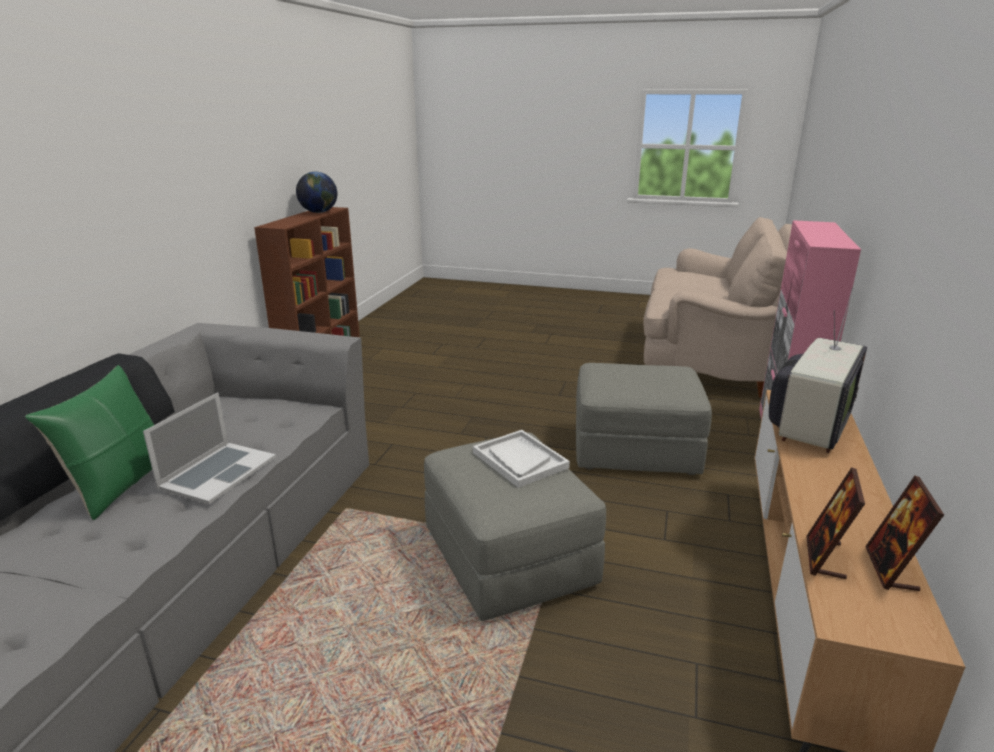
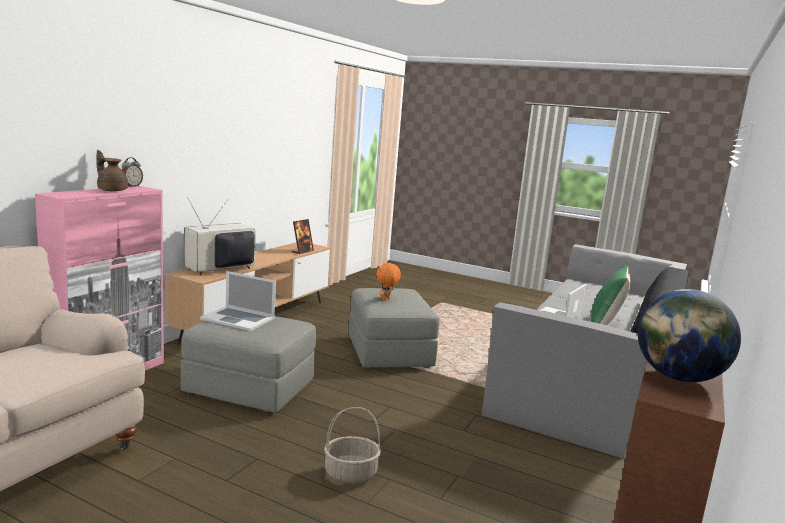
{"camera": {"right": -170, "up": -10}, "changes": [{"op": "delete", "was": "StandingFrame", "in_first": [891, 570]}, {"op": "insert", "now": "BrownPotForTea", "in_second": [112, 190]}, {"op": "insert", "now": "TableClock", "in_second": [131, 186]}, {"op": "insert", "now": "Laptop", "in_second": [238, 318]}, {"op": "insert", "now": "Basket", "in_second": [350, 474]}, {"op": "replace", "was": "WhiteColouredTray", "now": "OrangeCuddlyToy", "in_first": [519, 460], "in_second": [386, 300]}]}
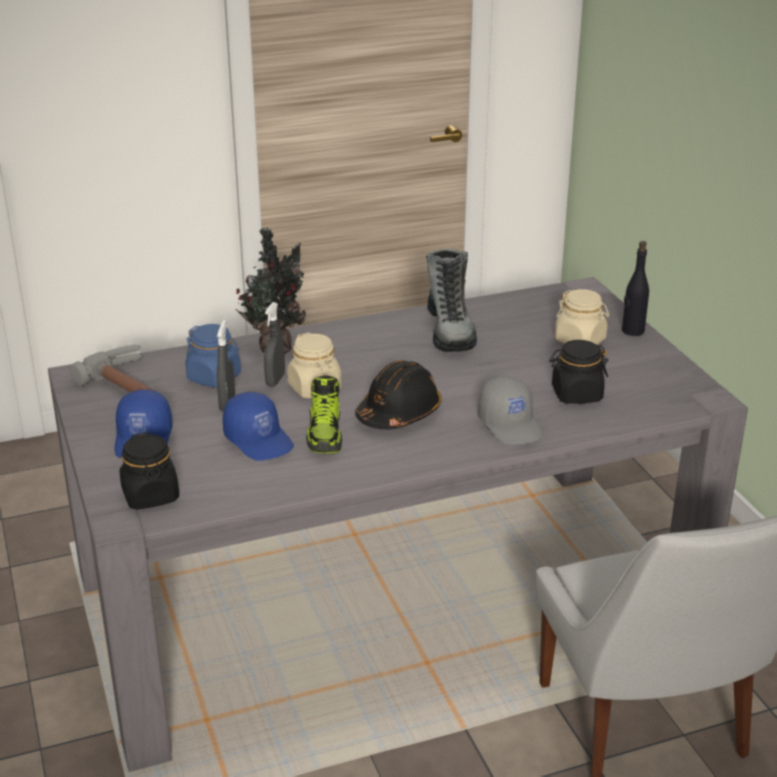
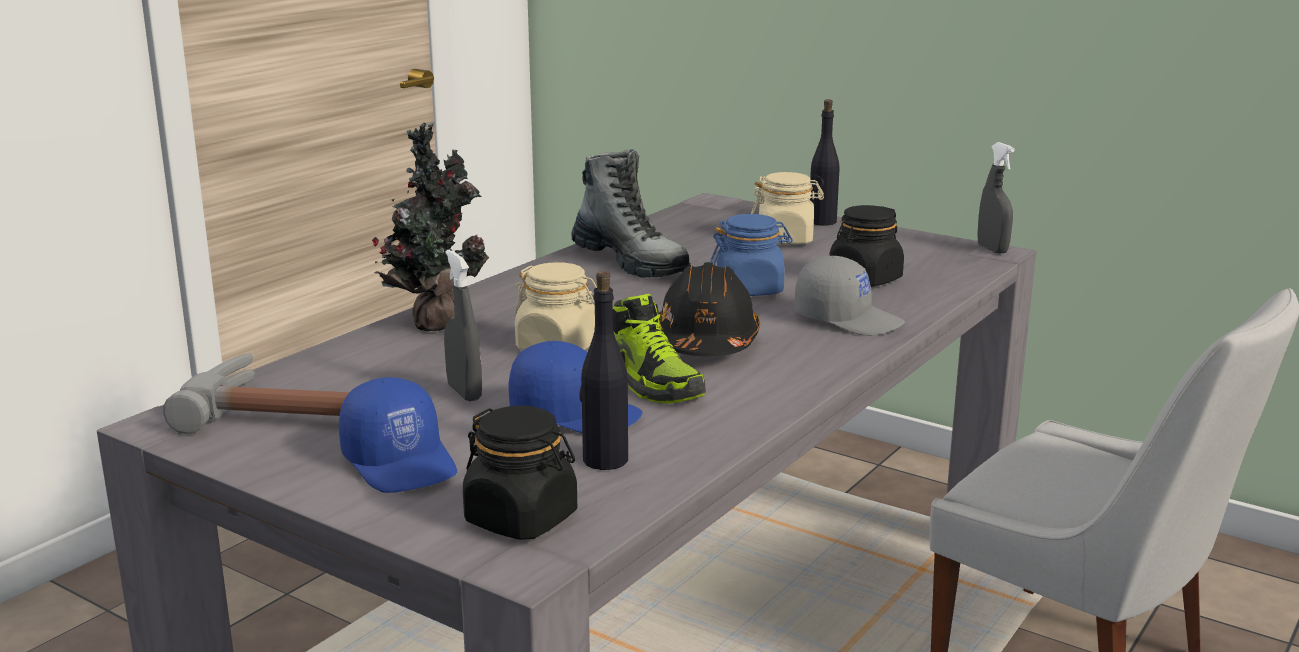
{"camera": {"right": -35, "up": -10}, "changes": [{"op": "insert", "now": "BlackDrinkBottle", "in_second": [604, 460]}, {"op": "move", "was": "BlueColouredStorageJar", "in_first": [214, 377], "in_second": [750, 289]}, {"op": "move", "was": "GreyishSprayer", "in_first": [275, 380], "in_second": [992, 249]}]}
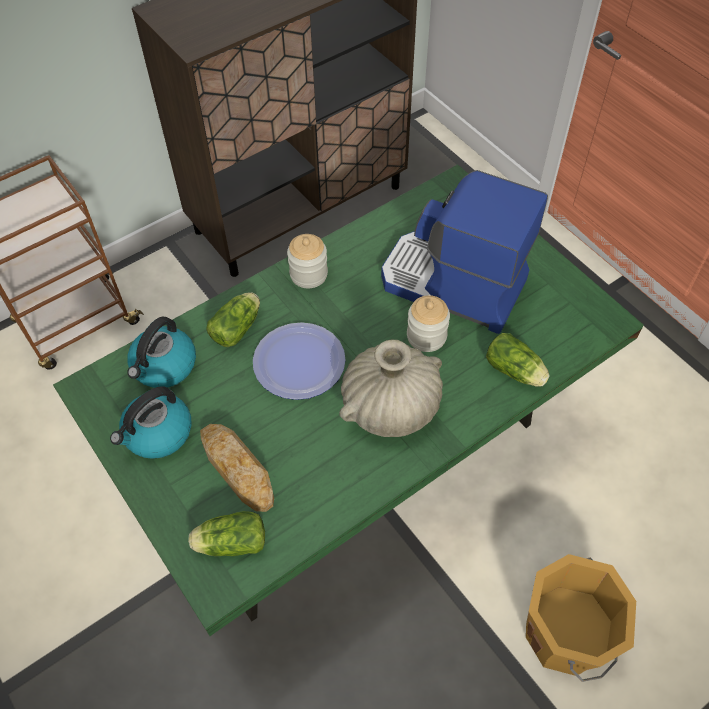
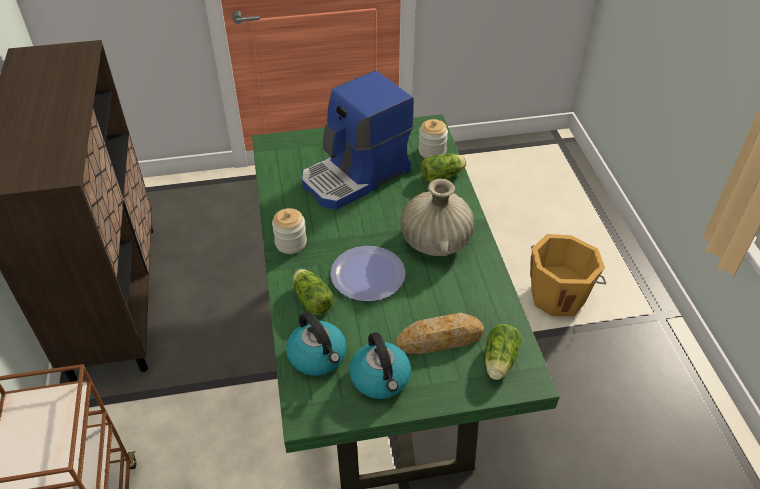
{"camera": {"right": -65, "up": -10}, "changes": [{"op": "move", "was": "StorageJar", "in_first": [426, 336], "in_second": [432, 151]}]}
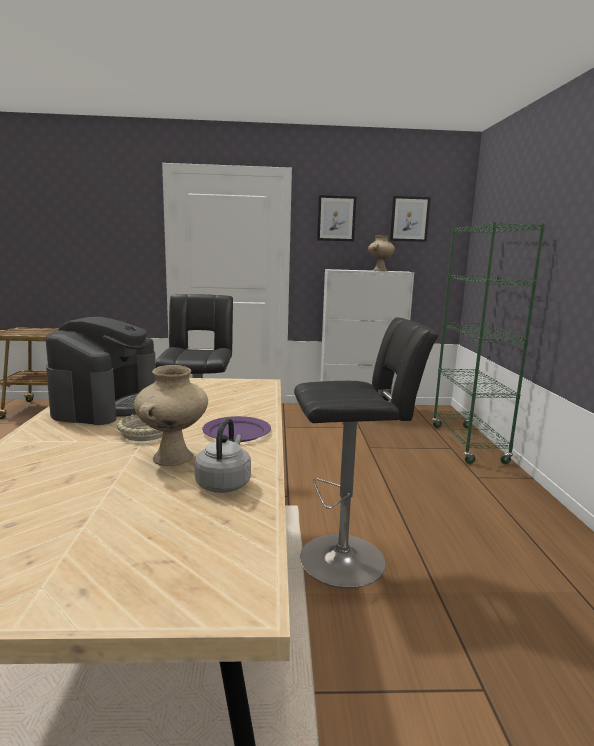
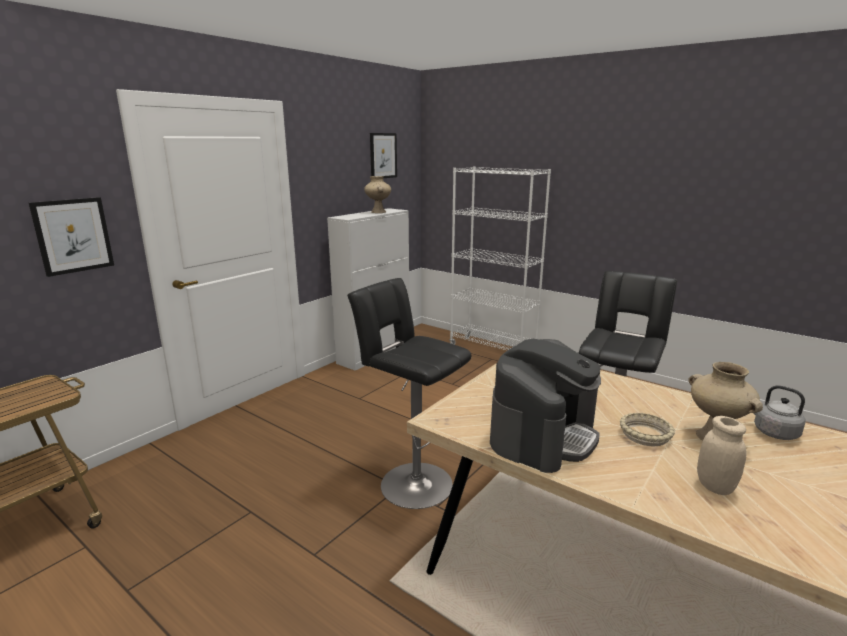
{"camera": {"right": -50, "up": 5}, "changes": [{"op": "delete", "was": "PurpleDinnerPlate", "in_first": [237, 432]}, {"op": "insert", "now": "BeigeColouredStorageJar", "in_second": [715, 486]}, {"op": "move", "was": "WallPicture", "in_first": [336, 218], "in_second": [73, 235]}, {"op": "recolor", "was": "GreenShelvingUnit", "now": "WhiteColouredShelvingUnit", "in_first": [468, 444], "in_second": [492, 351]}, {"op": "rotate", "was": "CoffeeMachine", "in_first": [107, 405], "in_second": [543, 435], "clockwise": 75}]}
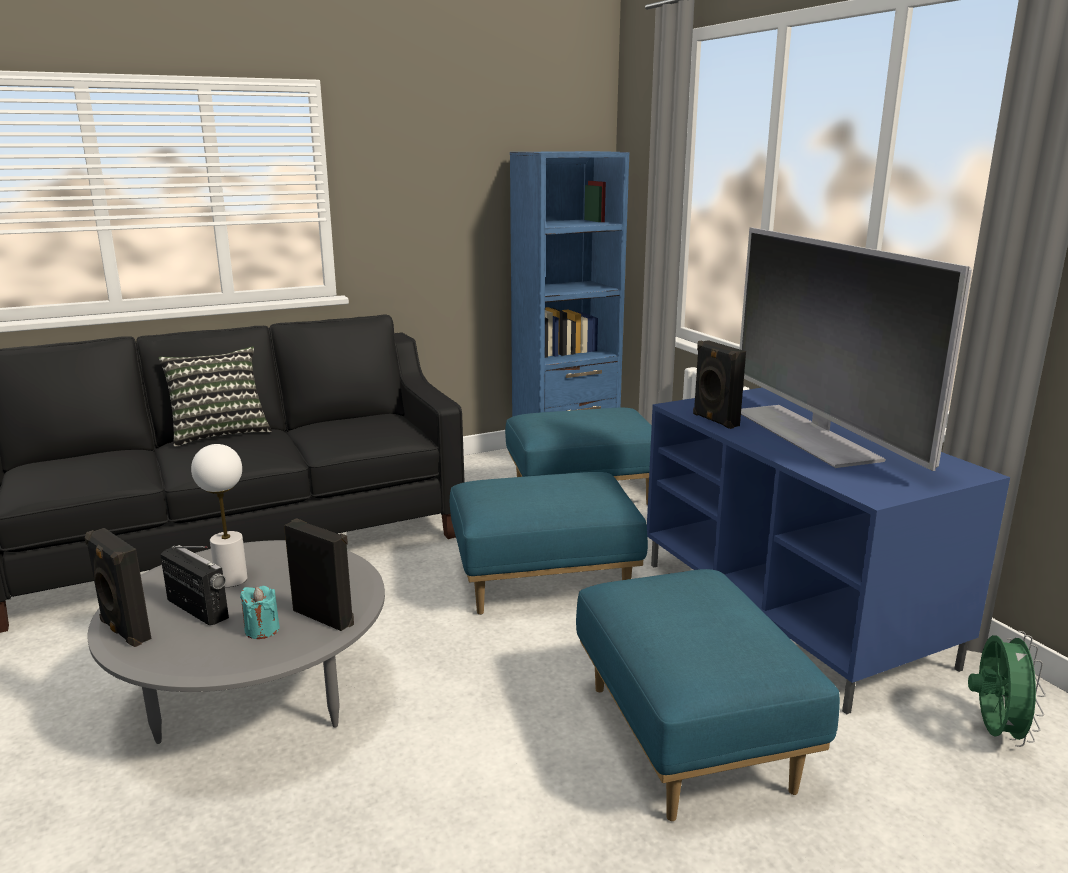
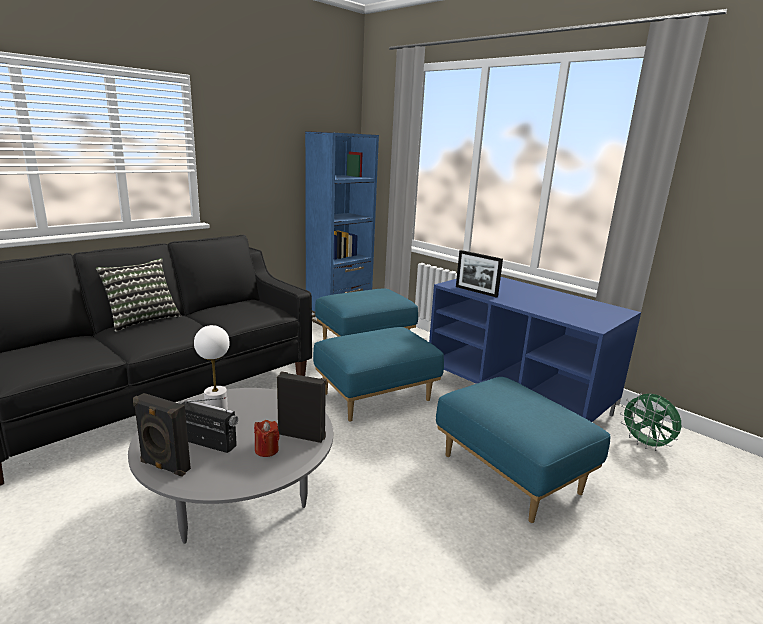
{"camera": {"right": -20, "up": 0}, "changes": [{"op": "delete", "was": "Television", "in_first": [807, 434]}, {"op": "replace", "was": "BlackLoudspeaker", "now": "StandingFrame", "in_first": [714, 420], "in_second": [476, 291]}, {"op": "recolor", "was": "TurquoiseWaxLight", "now": "ReddishWaxLight", "in_first": [262, 630], "in_second": [266, 450]}, {"op": "rotate", "was": "GreenFan", "in_first": [994, 732], "in_second": [645, 444], "clockwise": 150}]}
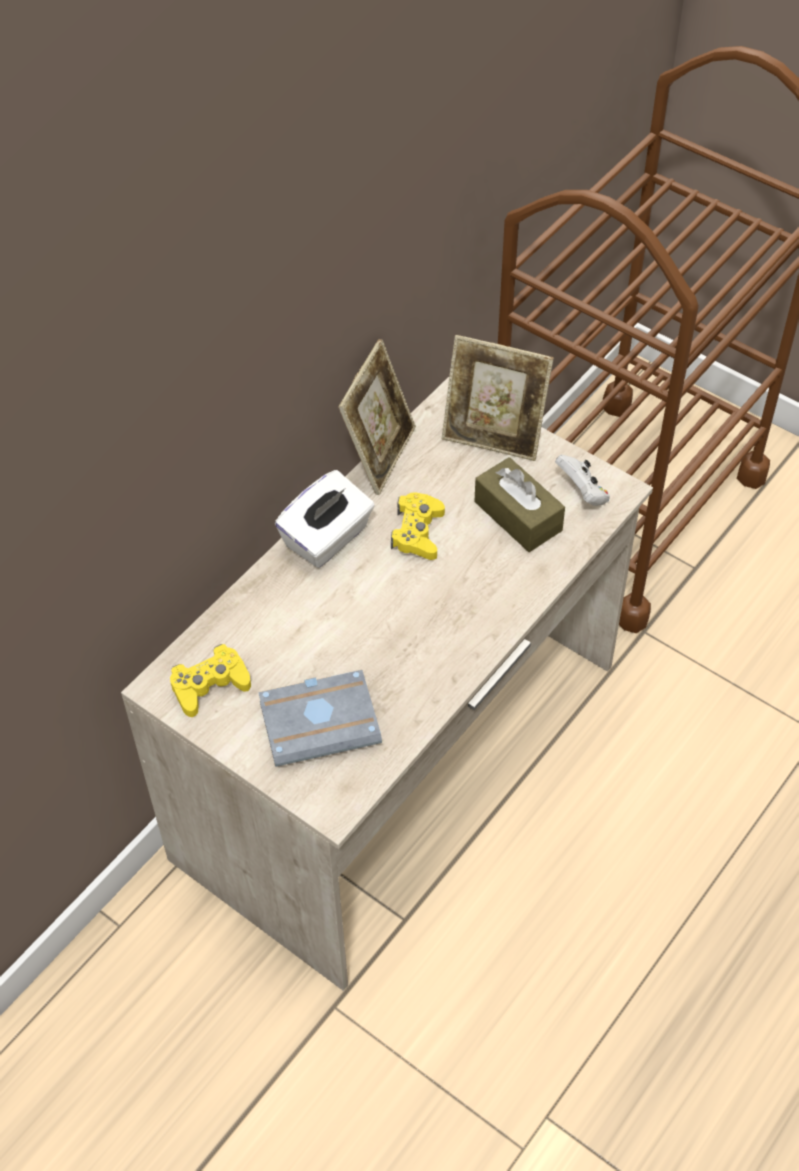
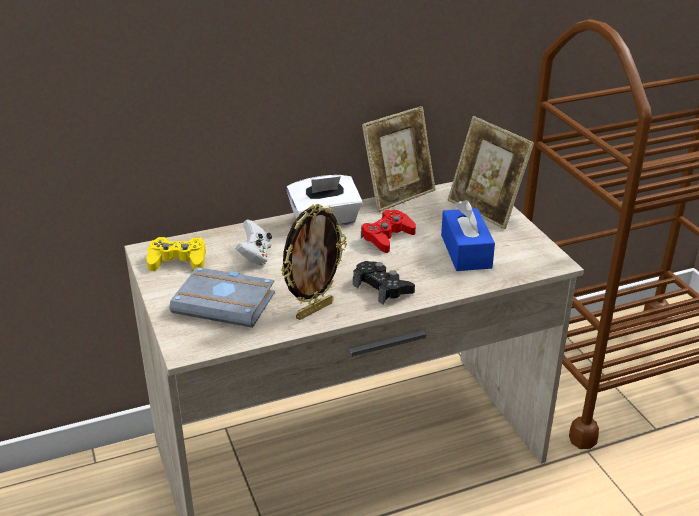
{"camera": {"right": 30, "up": -20}, "changes": [{"op": "insert", "now": "StandingFrame", "in_second": [314, 310]}, {"op": "insert", "now": "BlackGameController", "in_second": [382, 288]}, {"op": "move", "was": "WhiteColouredGameController", "in_first": [582, 493], "in_second": [255, 256]}, {"op": "recolor", "was": "YellowColouredGameController", "now": "ReddishGameController", "in_first": [417, 532], "in_second": [387, 237]}, {"op": "recolor", "was": "BrownBoxOfTissues", "now": "BlueColouredBoxOfTissues", "in_first": [518, 516], "in_second": [466, 251]}]}
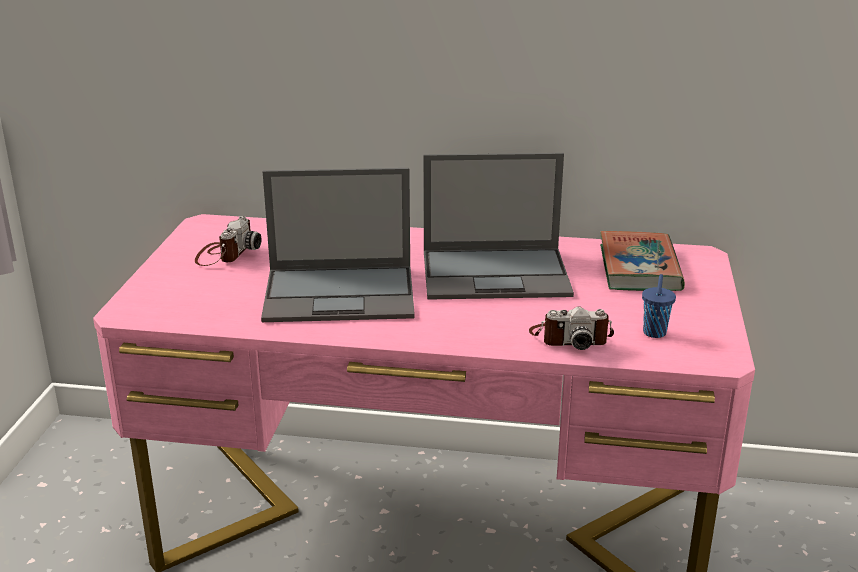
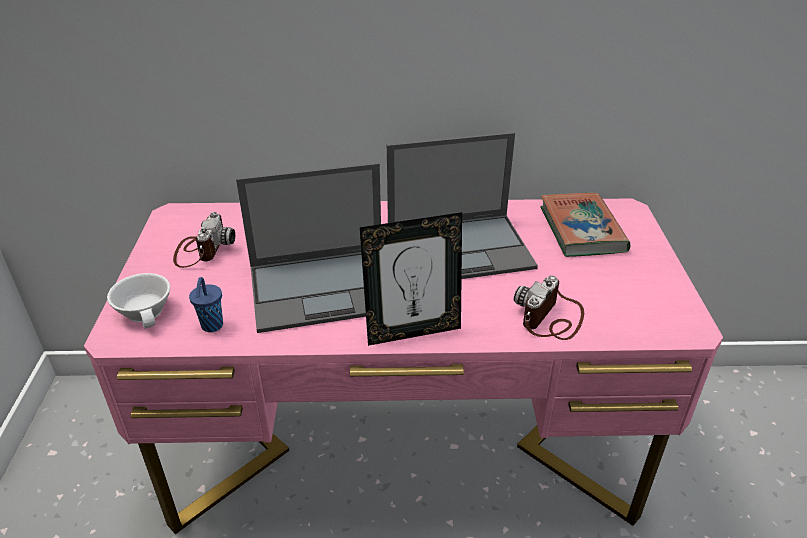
{"camera": {"right": -10, "up": 10}, "changes": [{"op": "insert", "now": "WhiteColouredSmallCup", "in_second": [147, 311]}, {"op": "insert", "now": "StandingFrame", "in_second": [412, 331]}, {"op": "move", "was": "BlueColouredSmallCup", "in_first": [654, 333], "in_second": [211, 326]}, {"op": "rotate", "was": "PhotoCamera", "in_first": [570, 338], "in_second": [551, 318], "clockwise": 135}]}
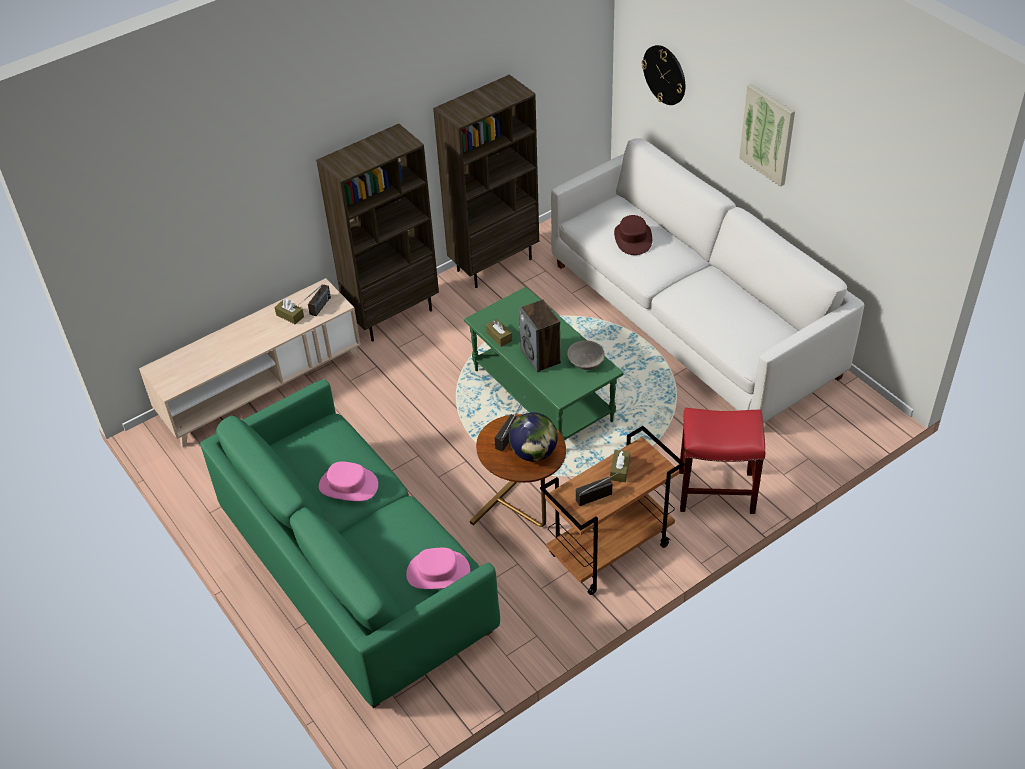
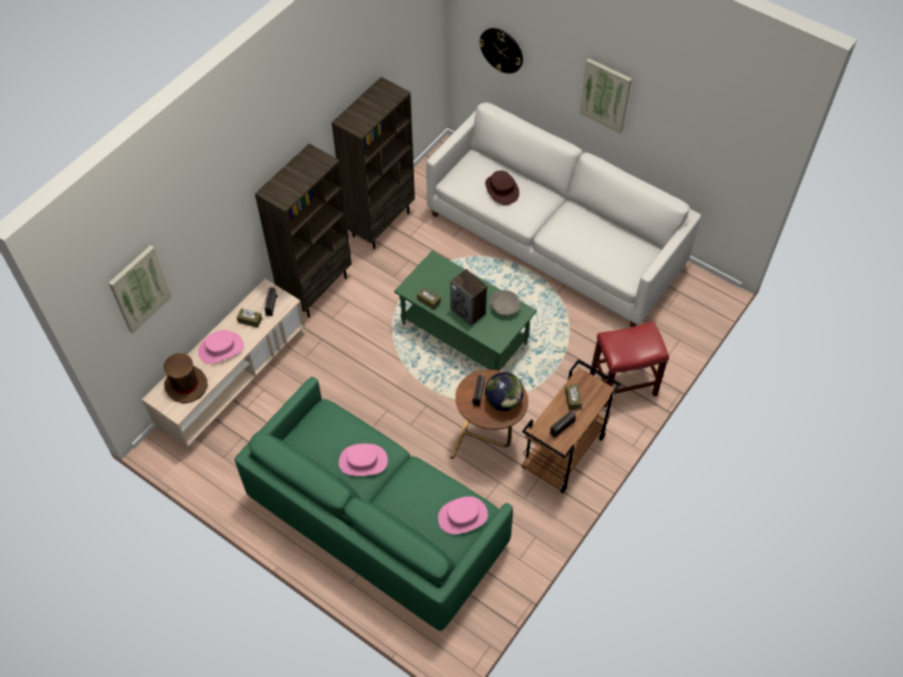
{"camera": {"right": -20, "up": 10}, "changes": [{"op": "insert", "now": "WallPicture", "in_second": [139, 288]}, {"op": "insert", "now": "BrownWearableHat", "in_second": [186, 385]}, {"op": "insert", "now": "PinkWearableHat", "in_second": [221, 348]}]}
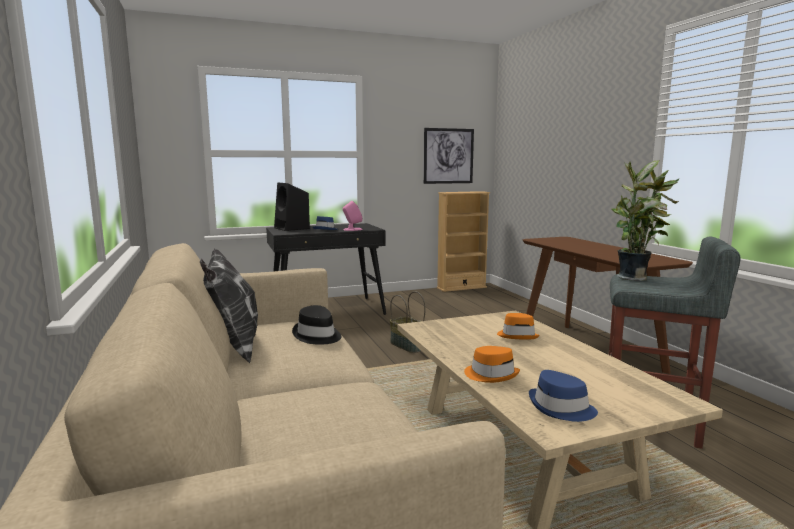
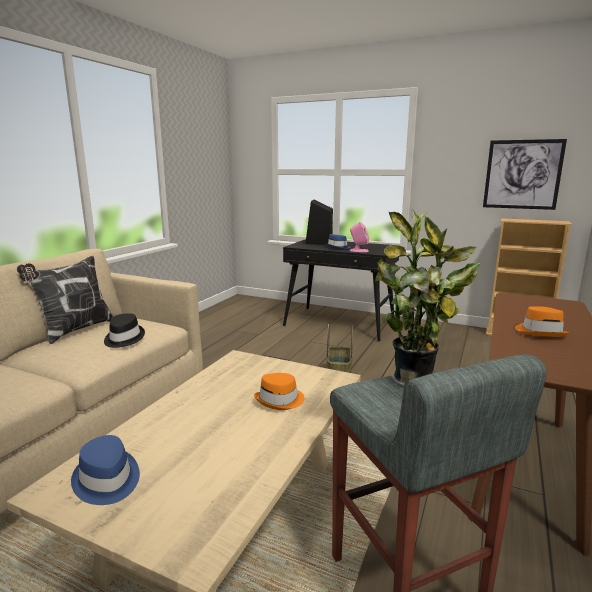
{"camera": {"right": 45, "up": 5}, "changes": [{"op": "move", "was": "OrangeWearableHat", "in_first": [491, 375], "in_second": [540, 332]}]}
